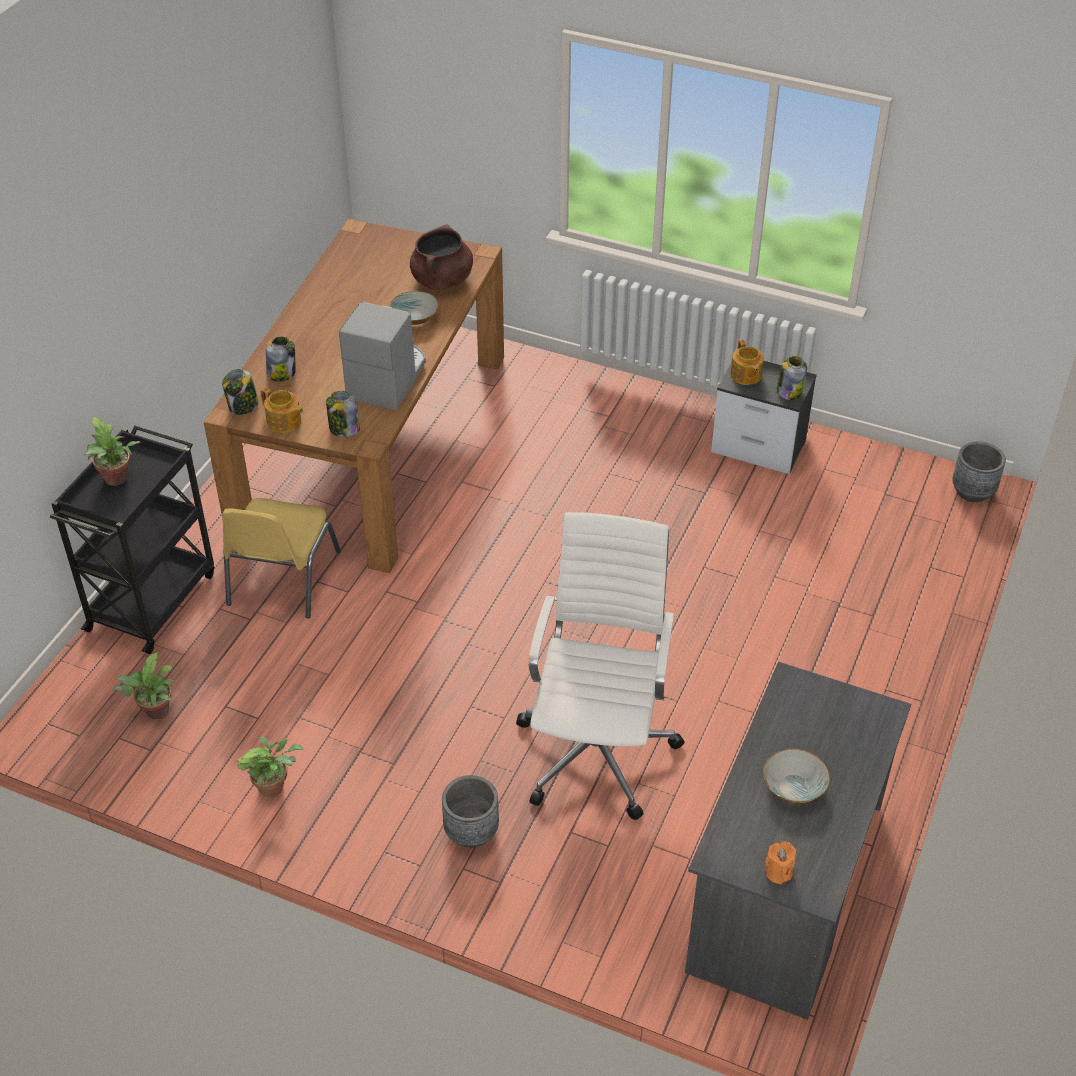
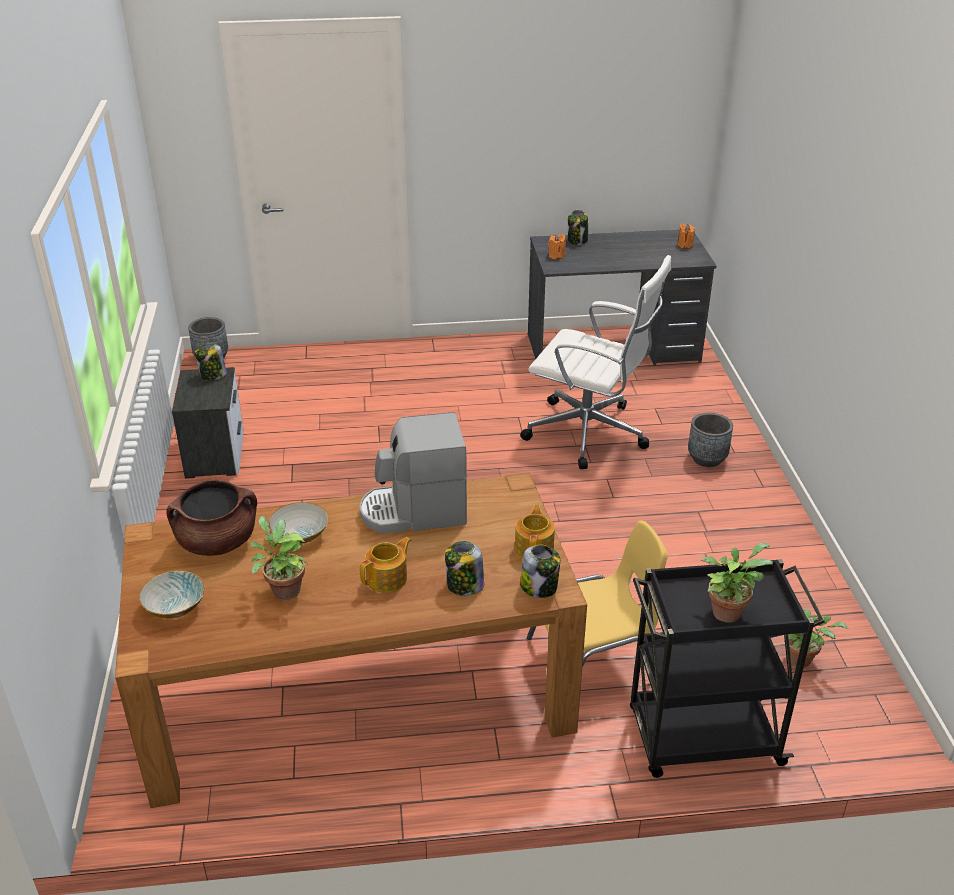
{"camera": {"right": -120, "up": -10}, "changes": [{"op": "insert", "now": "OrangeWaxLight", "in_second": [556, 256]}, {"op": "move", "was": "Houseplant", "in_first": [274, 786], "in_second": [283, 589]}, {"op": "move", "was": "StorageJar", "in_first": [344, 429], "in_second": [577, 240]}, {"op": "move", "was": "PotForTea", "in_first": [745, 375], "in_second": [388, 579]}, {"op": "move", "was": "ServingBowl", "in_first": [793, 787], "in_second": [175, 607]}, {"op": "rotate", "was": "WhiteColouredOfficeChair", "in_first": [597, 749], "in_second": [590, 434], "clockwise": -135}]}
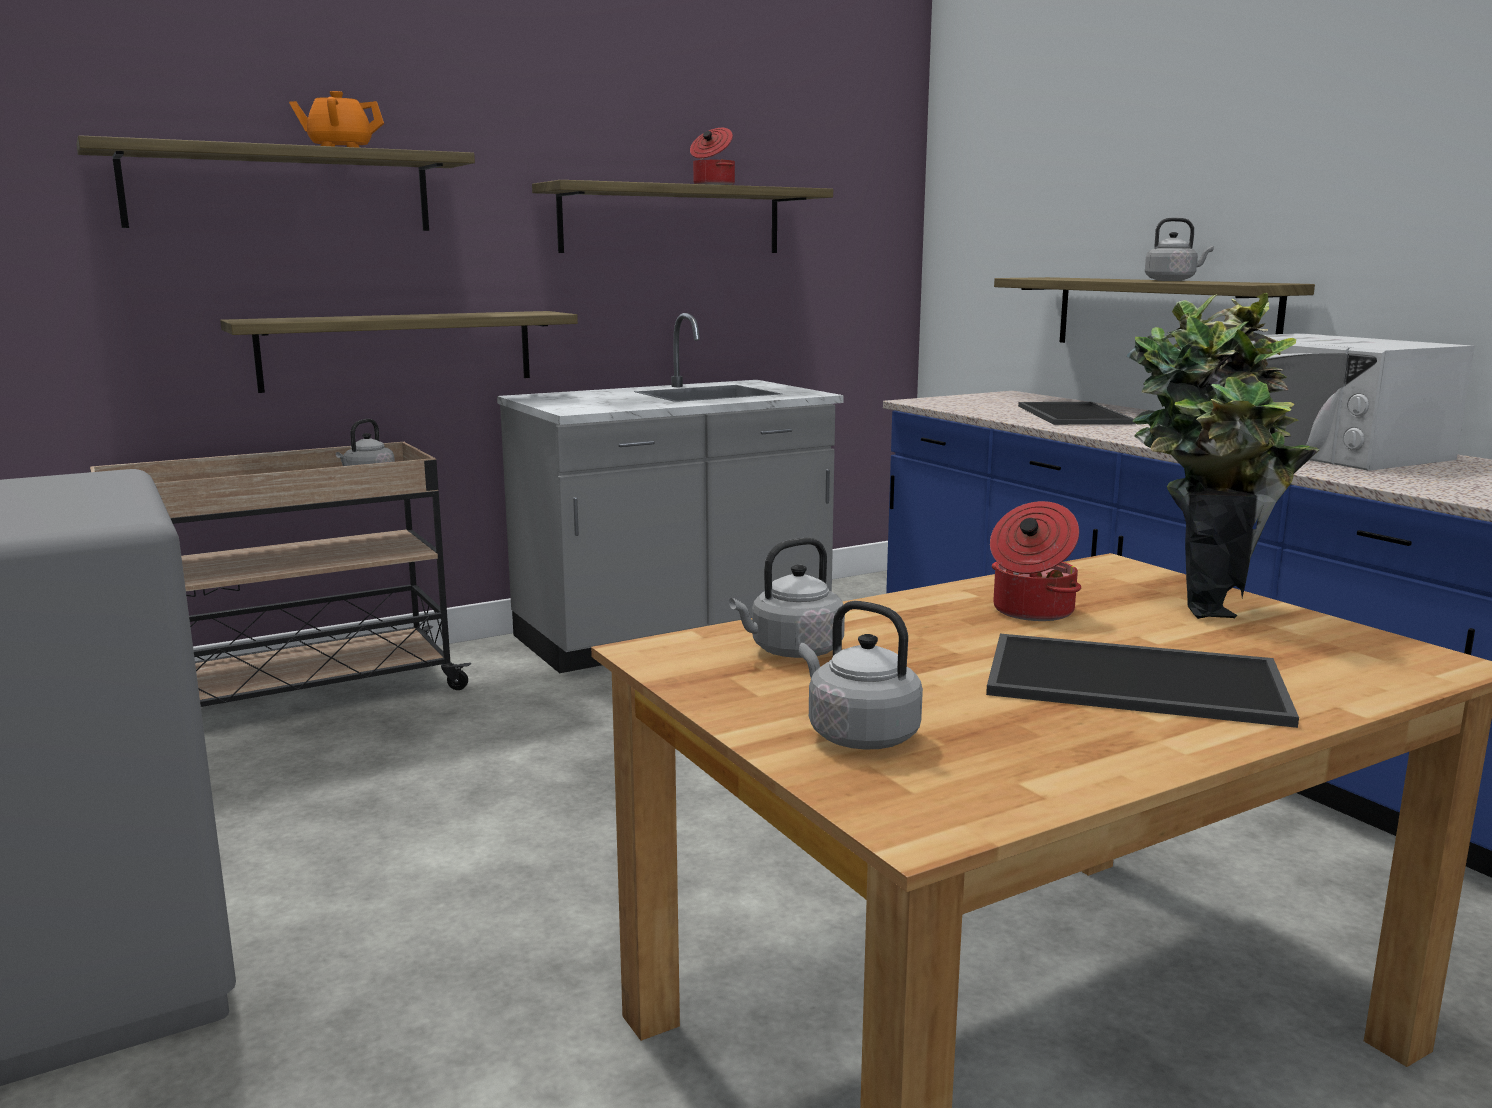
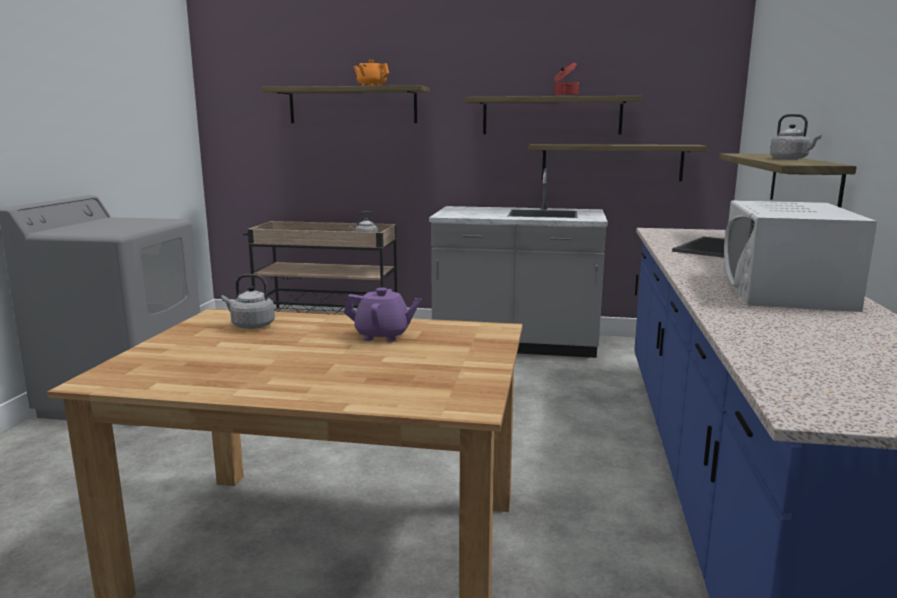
{"camera": {"right": 40, "up": 0}, "changes": [{"op": "delete", "was": "GreyishTeaKettle", "in_first": [858, 735]}, {"op": "delete", "was": "Tray", "in_first": [1130, 682]}, {"op": "delete", "was": "Houseplant", "in_first": [1201, 600]}, {"op": "move", "was": "BracketShelf", "in_first": [398, 350], "in_second": [611, 162]}, {"op": "replace", "was": "Saucepot", "now": "PurplePotForTea", "in_first": [1031, 611], "in_second": [383, 336]}]}
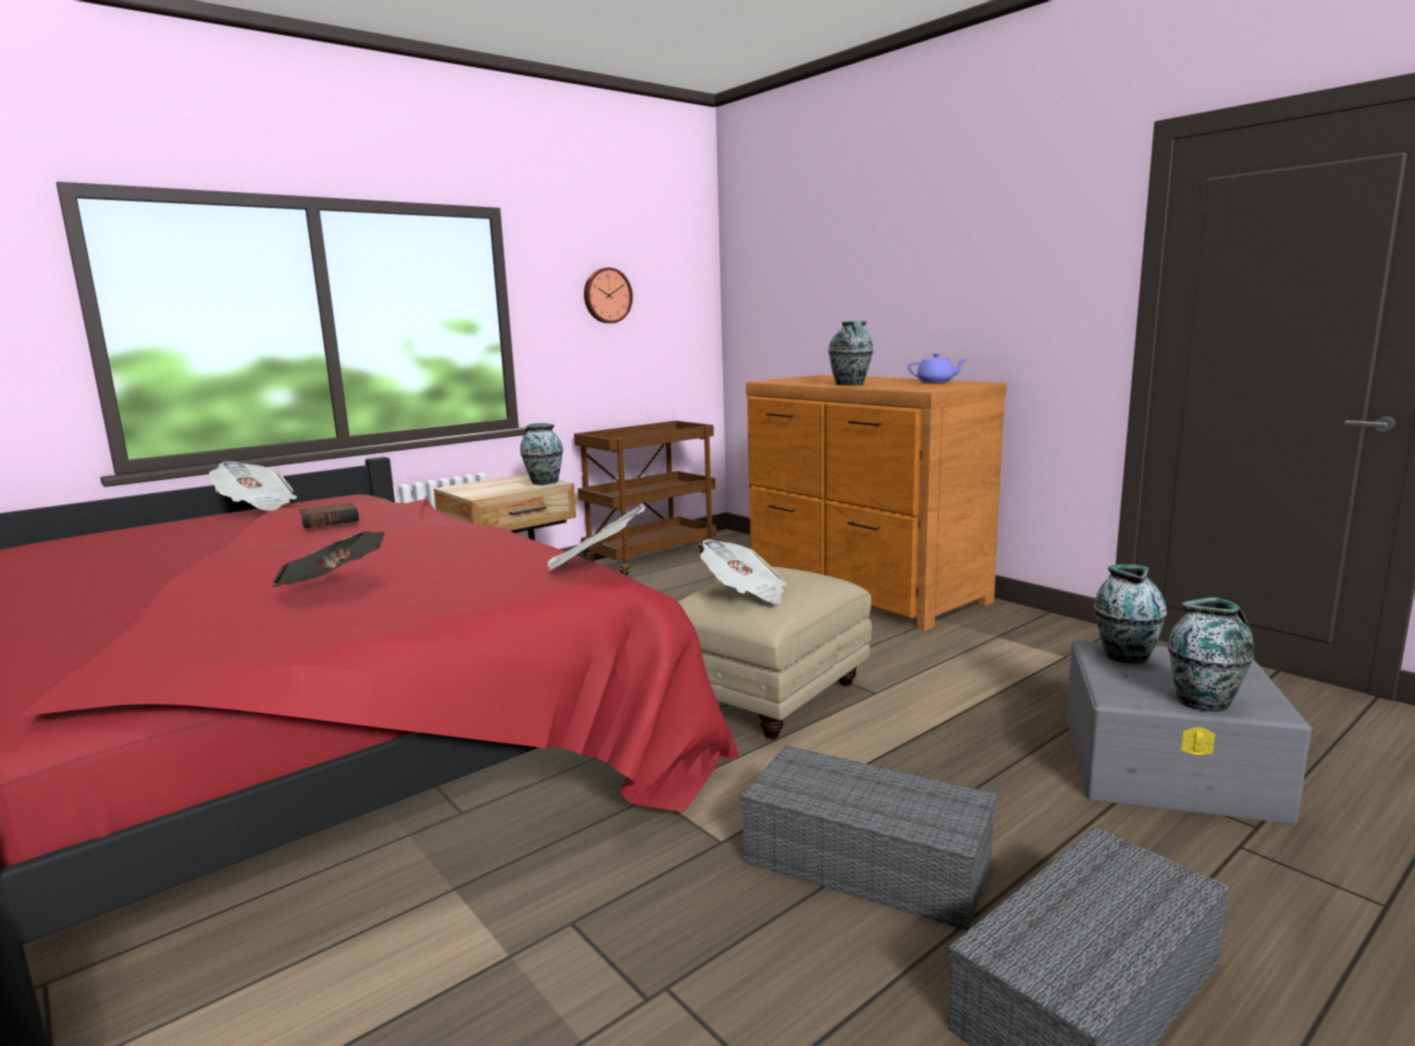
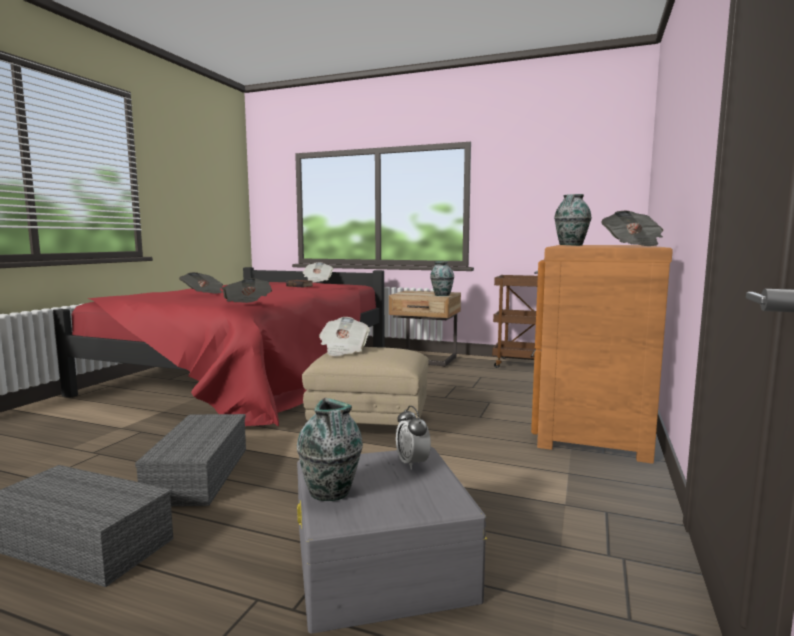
{"camera": {"right": 60, "up": -5}, "changes": [{"op": "delete", "was": "HangingClock", "in_first": [606, 295]}, {"op": "replace", "was": "PurplePotForTea", "now": "DailyPaper", "in_first": [936, 382], "in_second": [633, 246]}, {"op": "replace", "was": "FlowerVase", "now": "TableClock", "in_first": [1125, 655], "in_second": [412, 463]}]}
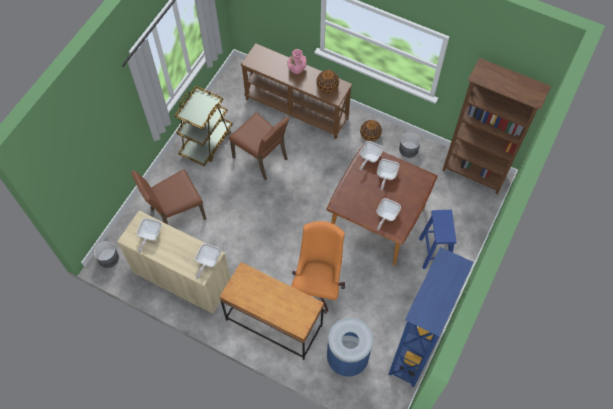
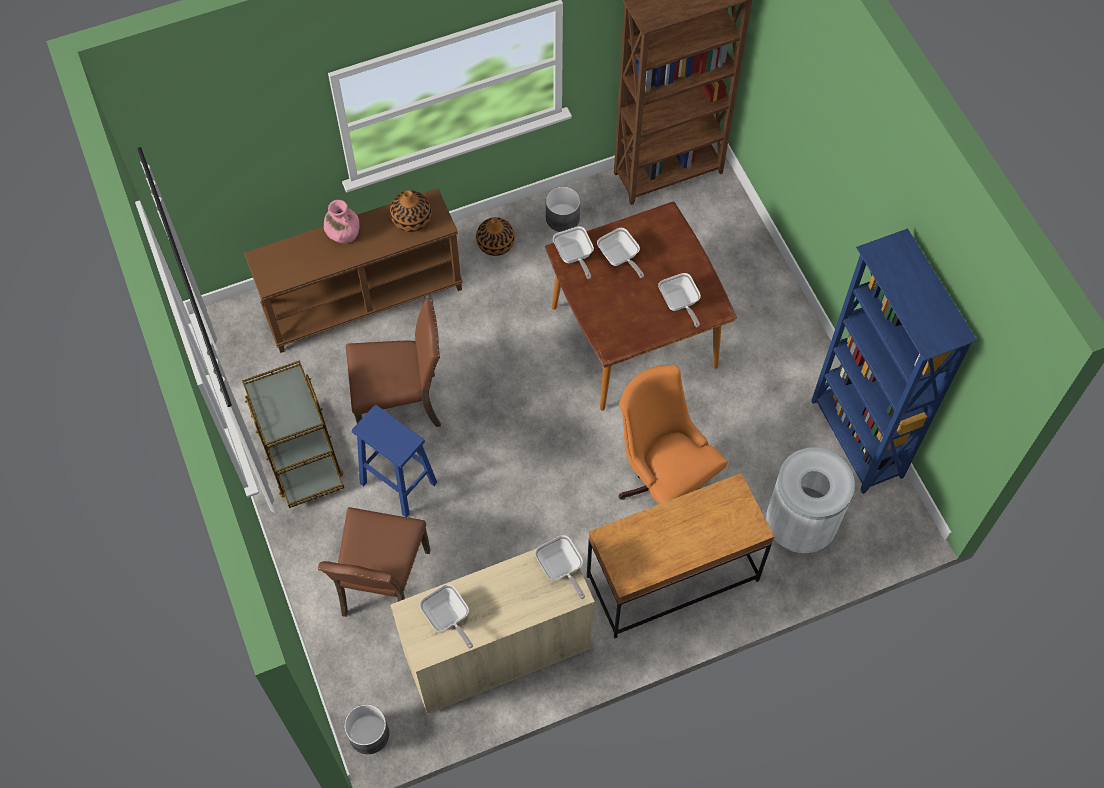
{"camera": {"right": -50, "up": 0}, "changes": [{"op": "move", "was": "BlueColouredStoolSeat", "in_first": [434, 252], "in_second": [397, 482]}, {"op": "recolor", "was": "BlueColouredTrashCan", "now": "WhiteColouredTrashCan", "in_first": [347, 357], "in_second": [799, 525]}]}
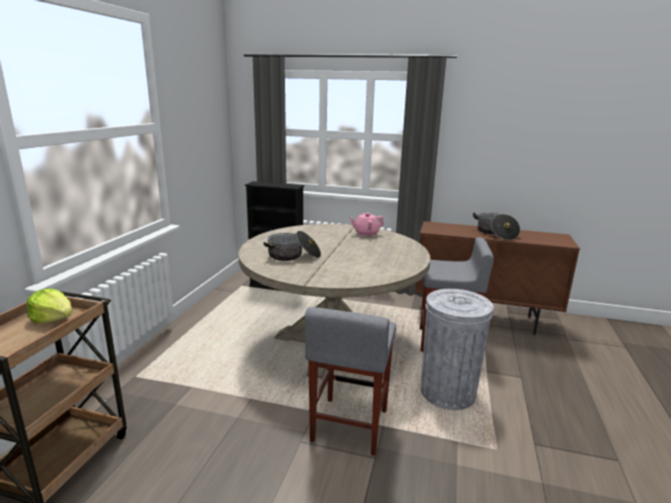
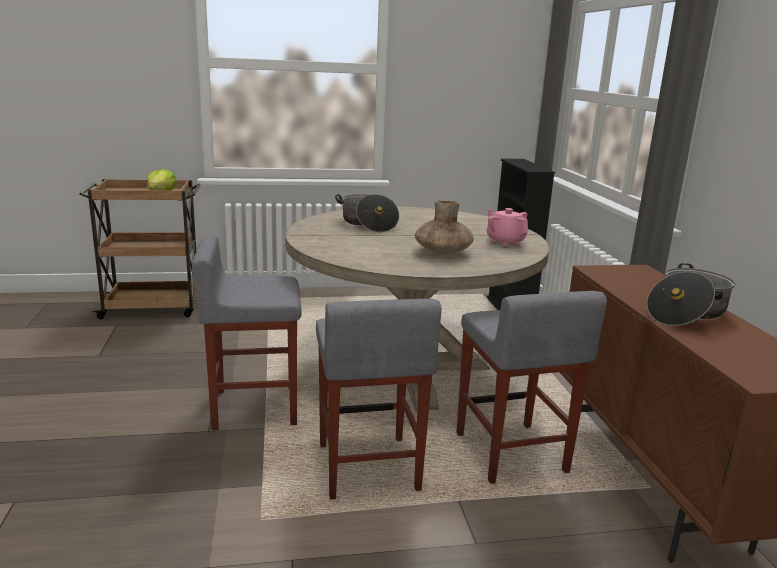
{"camera": {"right": 65, "up": 0}, "changes": [{"op": "insert", "now": "BrownFlowerVase", "in_second": [442, 252]}, {"op": "replace", "was": "GreyishTrashCan", "now": "GreyishStoolSeat", "in_first": [448, 392], "in_second": [368, 468]}]}
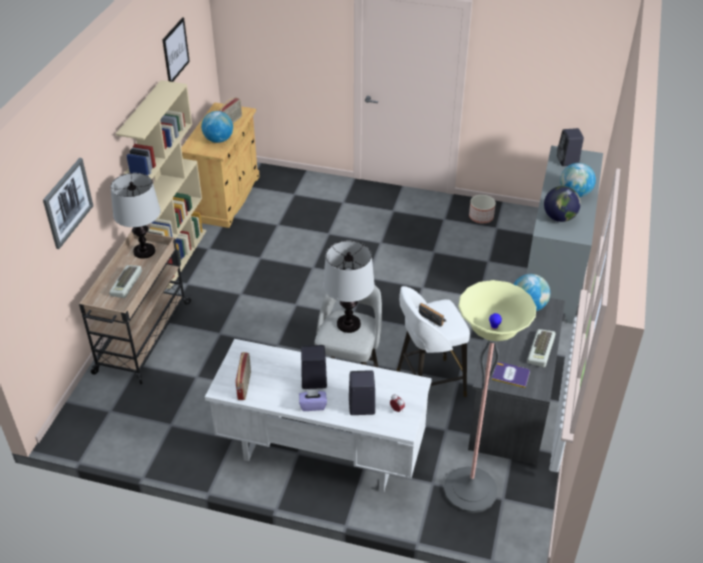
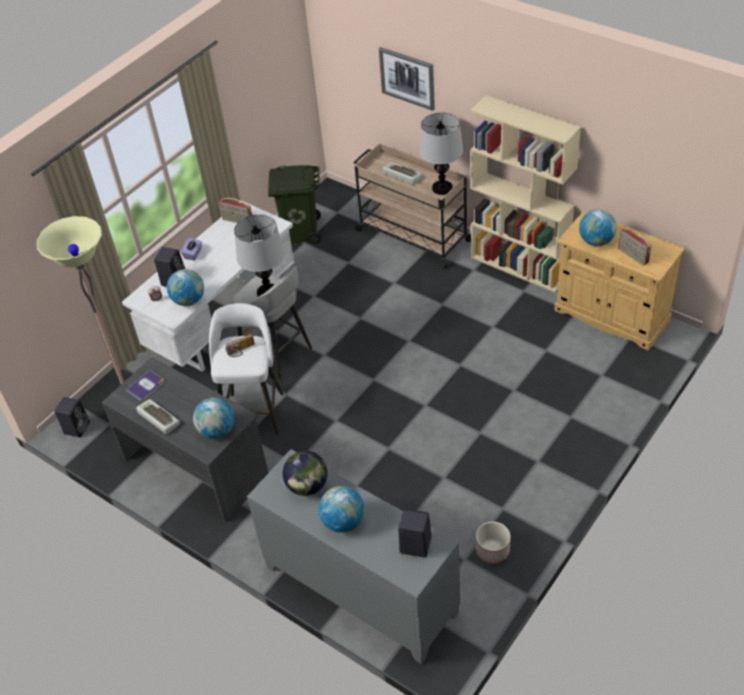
{"camera": {"right": 115, "up": 5}, "changes": [{"op": "delete", "was": "WallPicture", "in_first": [175, 50]}, {"op": "insert", "now": "Globe", "in_second": [189, 300]}, {"op": "insert", "now": "GreenTrashCan", "in_second": [300, 232]}, {"op": "move", "was": "BlackLoudspeaker", "in_first": [313, 381], "in_second": [77, 427]}]}
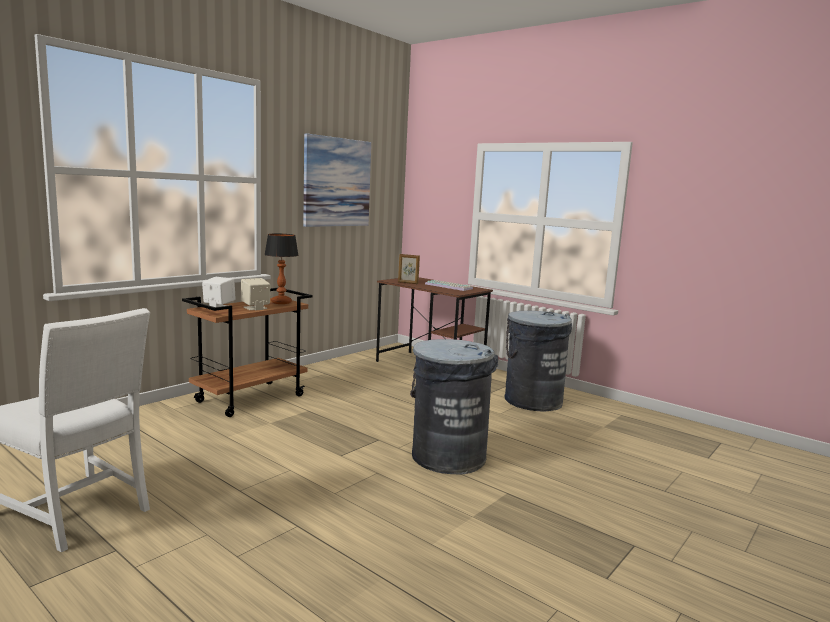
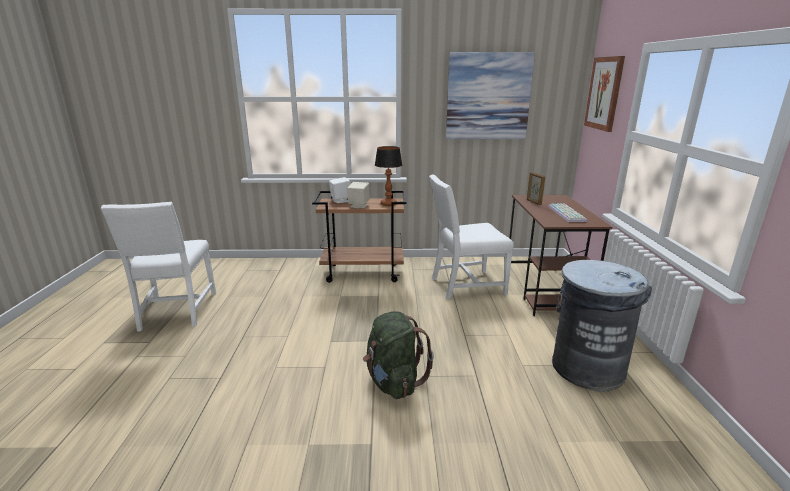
{"camera": {"right": 50, "up": 10}, "changes": [{"op": "insert", "now": "WhiteColouredChair", "in_second": [465, 285]}, {"op": "insert", "now": "WallPicture", "in_second": [604, 93]}, {"op": "replace", "was": "GreyishTrashCan", "now": "GreenKnapsack", "in_first": [448, 456], "in_second": [394, 382]}]}
